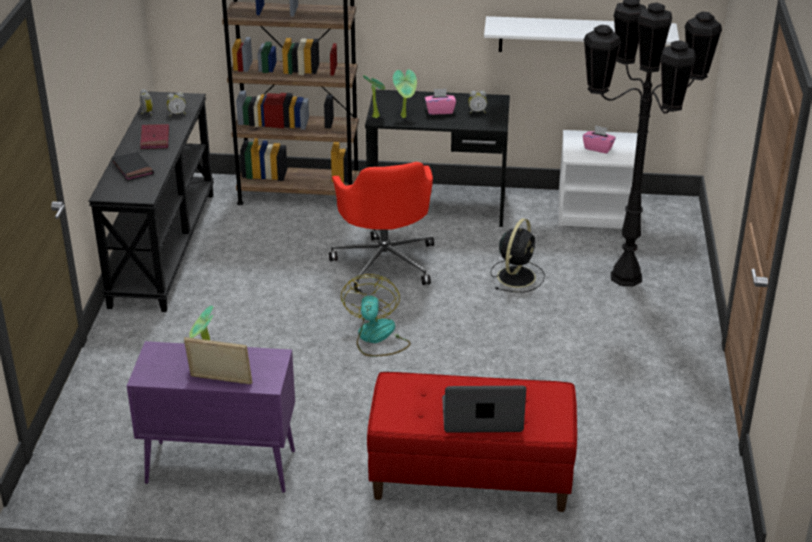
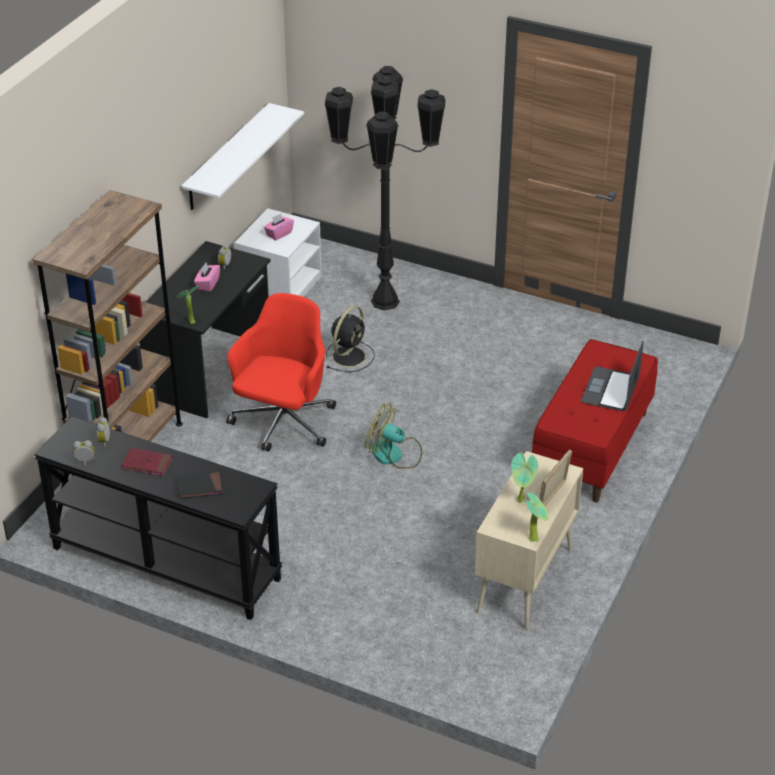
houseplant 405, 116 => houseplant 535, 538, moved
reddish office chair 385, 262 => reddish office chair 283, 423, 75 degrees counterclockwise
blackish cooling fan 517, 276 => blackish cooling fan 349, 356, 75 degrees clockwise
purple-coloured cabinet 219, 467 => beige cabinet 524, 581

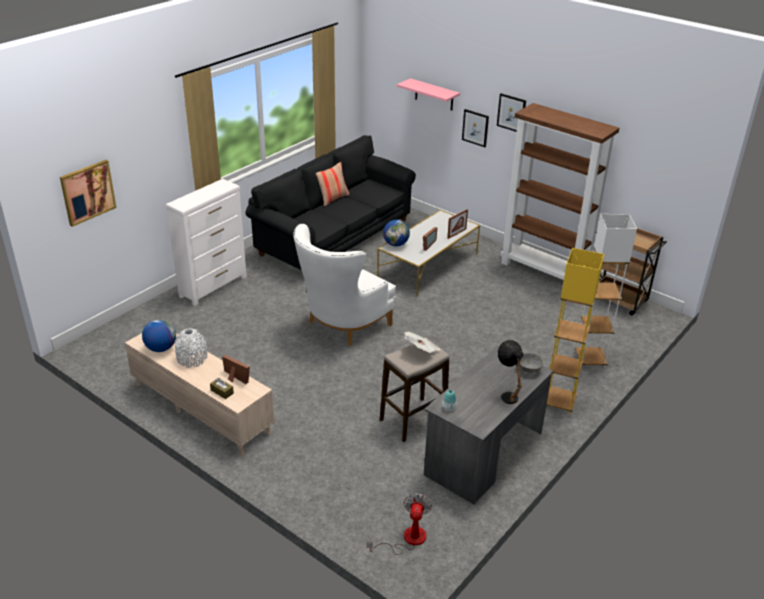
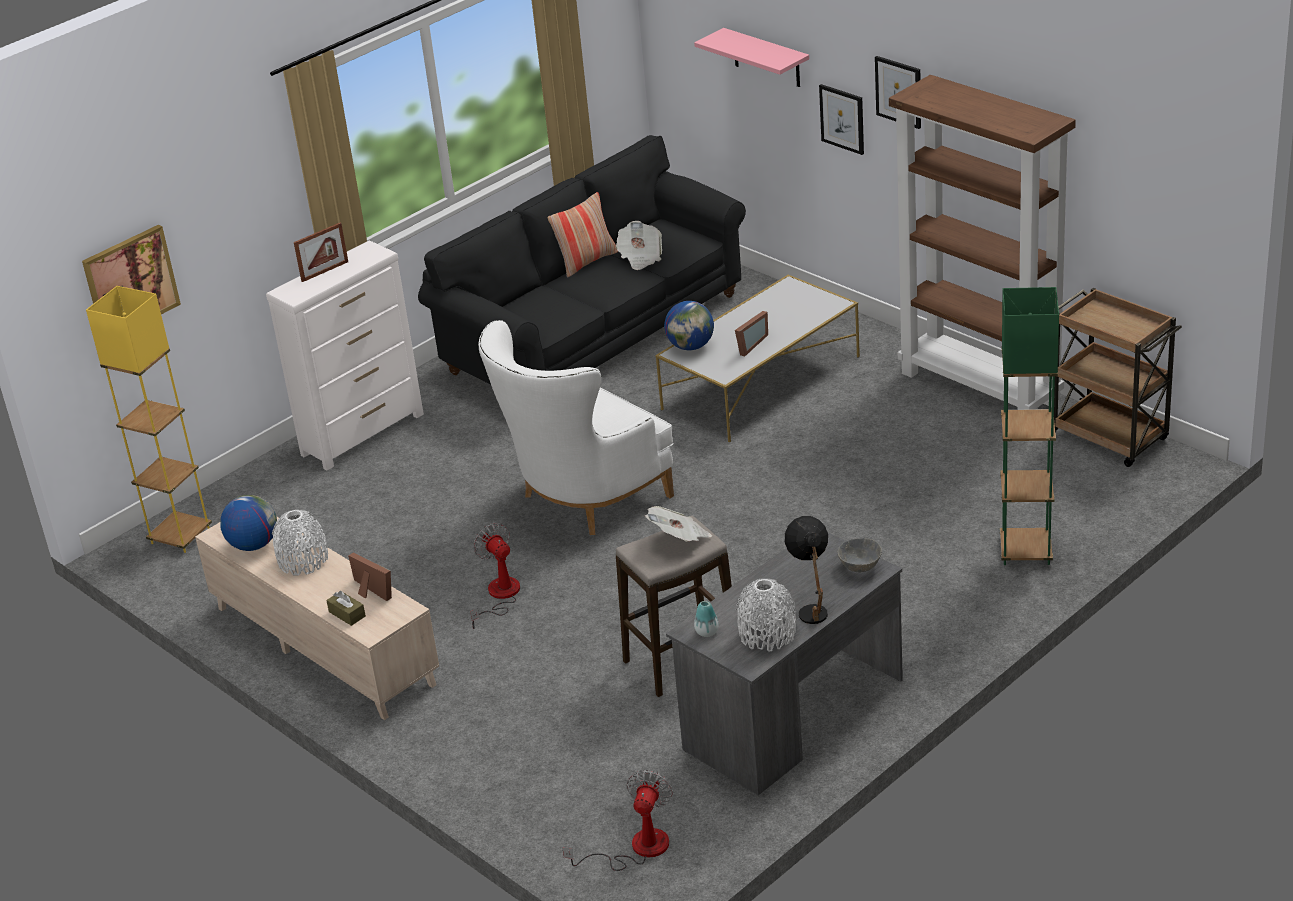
picture frame 456, 233 => picture frame 325, 271, moved
whitish standing lamp 590, 360 => greenish standing lamp 1026, 551
yellow standing lamp 559, 402 => yellow standing lamp 180, 536, moved
nothing => daily paper 640, 257
nothing => cooling fan 499, 596
nothing => whitish decorative vase 767, 634

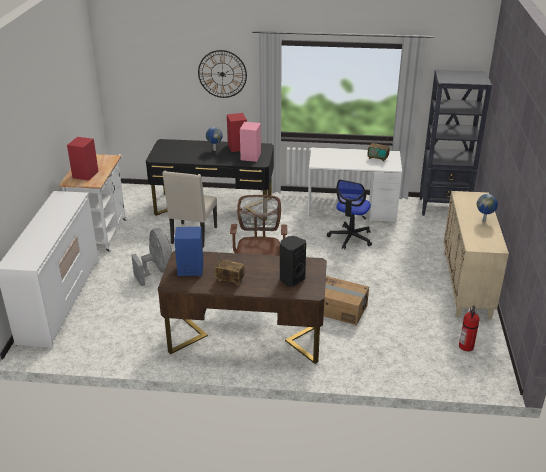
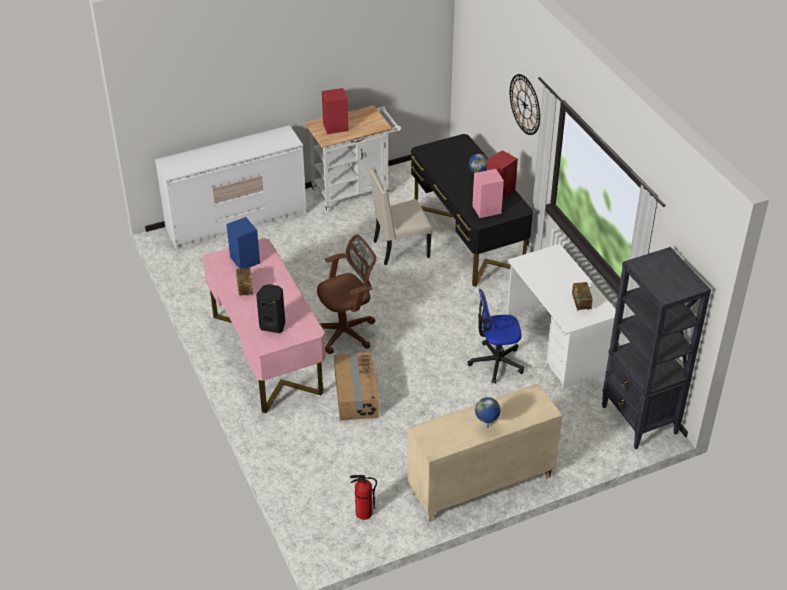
gray cooling fan 157, 271 => nothing
brown desk 246, 338 => pink-coloured desk 267, 353

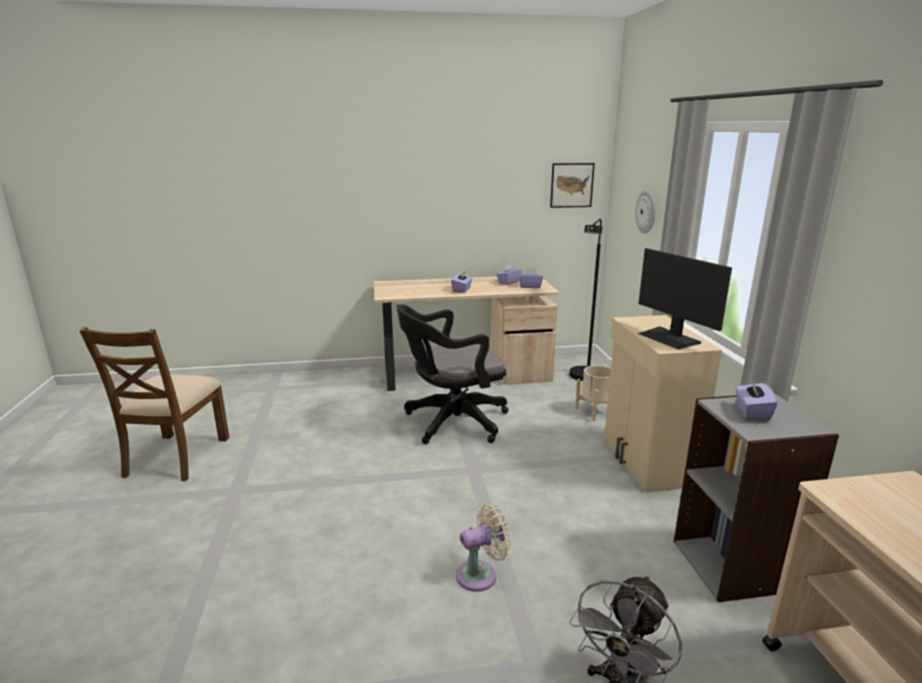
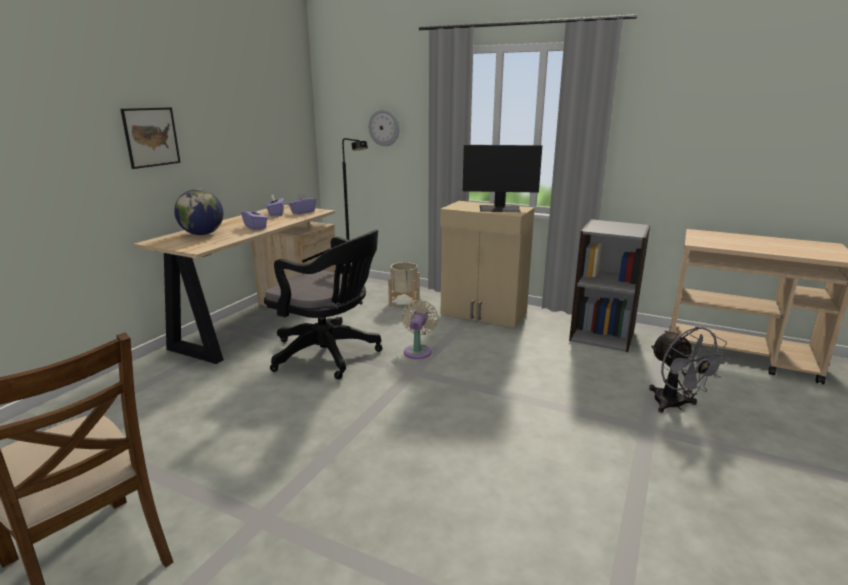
wall picture 571, 185 => wall picture 151, 137, moved
blackish office chair 451, 422 => blackish office chair 329, 355, 75 degrees counterclockwise
purple-coloured box of tissues 751, 412 => nothing
beige cooling fan 480, 574 => beige cooling fan 418, 350, moved
nothing => desk globe 202, 234

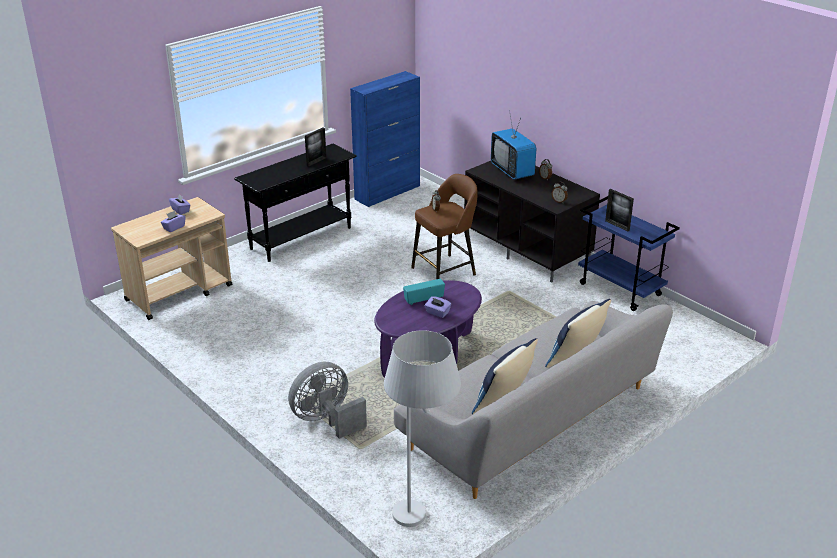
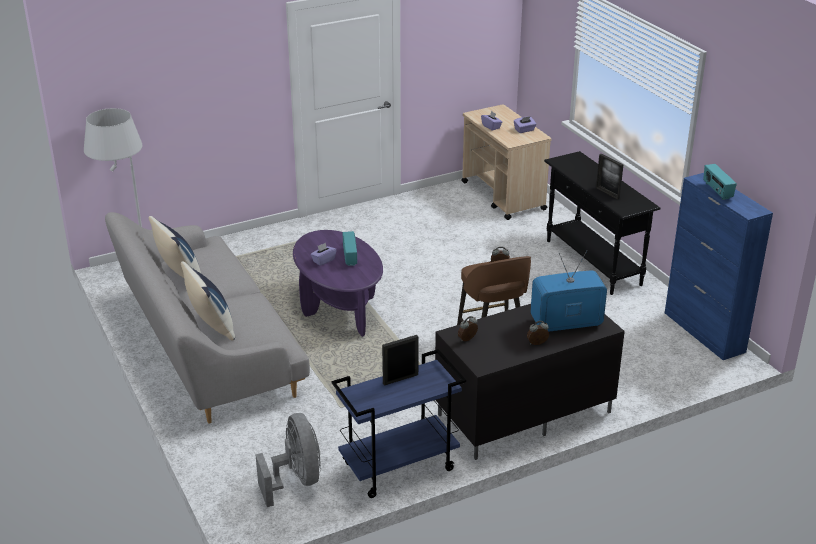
gray cooling fan 326, 420 => gray cooling fan 296, 480, moved
nothing => radio receiver 717, 191

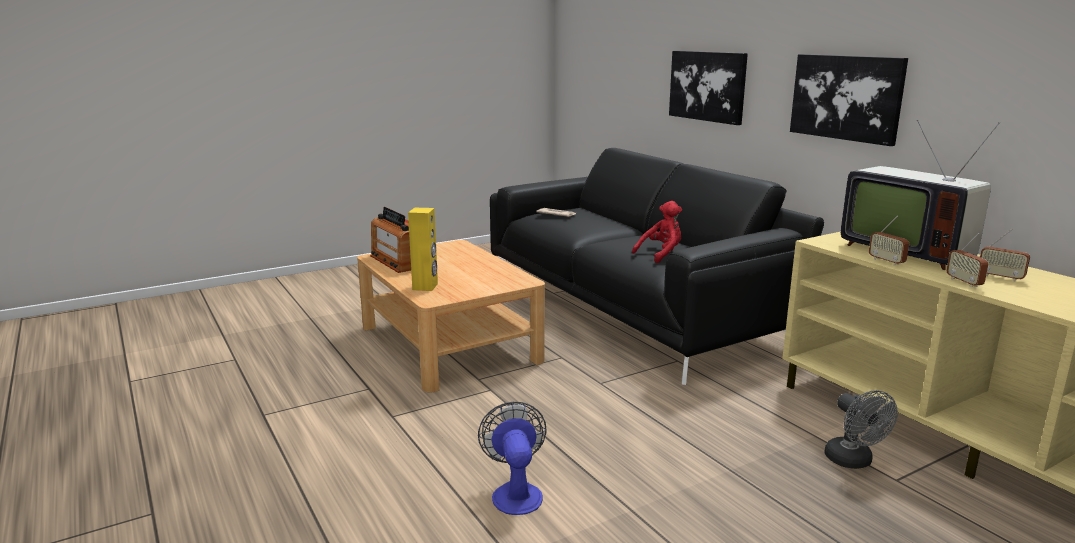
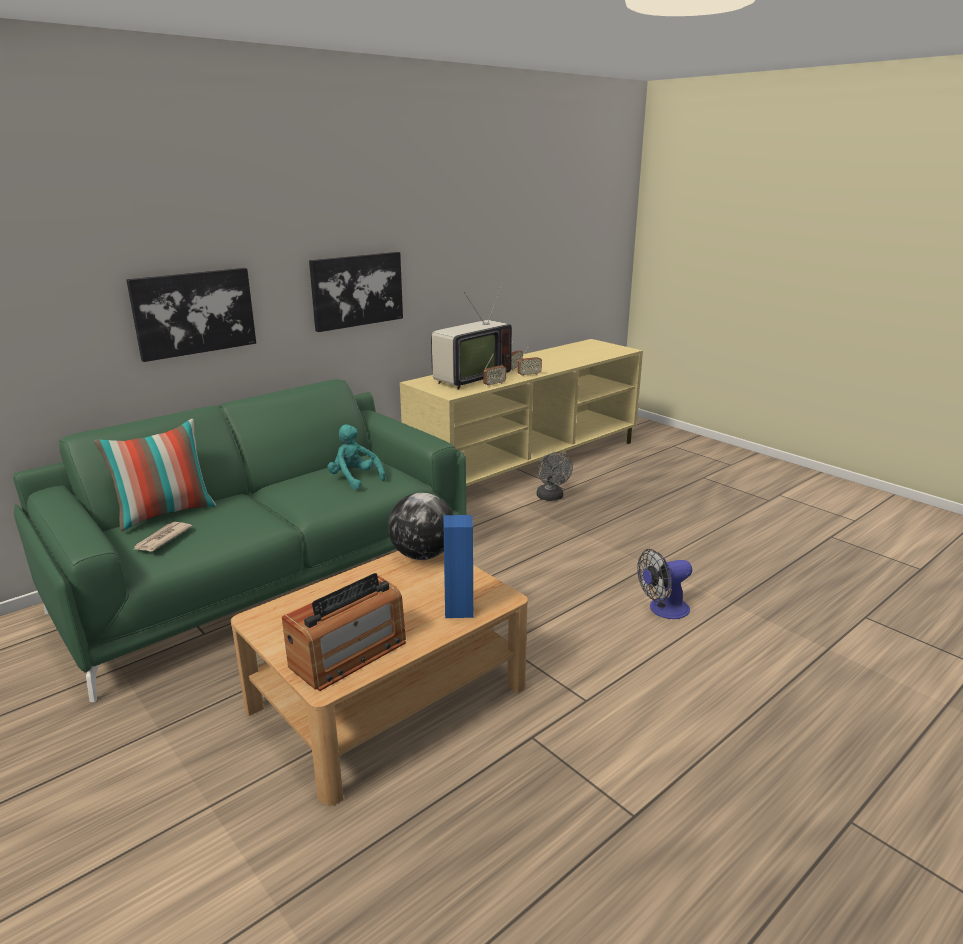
blackish couch 632, 306 => greenish couch 268, 575
reddish soft toy 661, 254 => turquoise soft toy 354, 479
yellow speaker 425, 287 => blue-coloured speaker 459, 610
gray cooling fan 853, 462 => gray cooling fan 551, 497, 105 degrees clockwise
nothing => throw pillow 165, 513
nothing => desk globe 422, 555

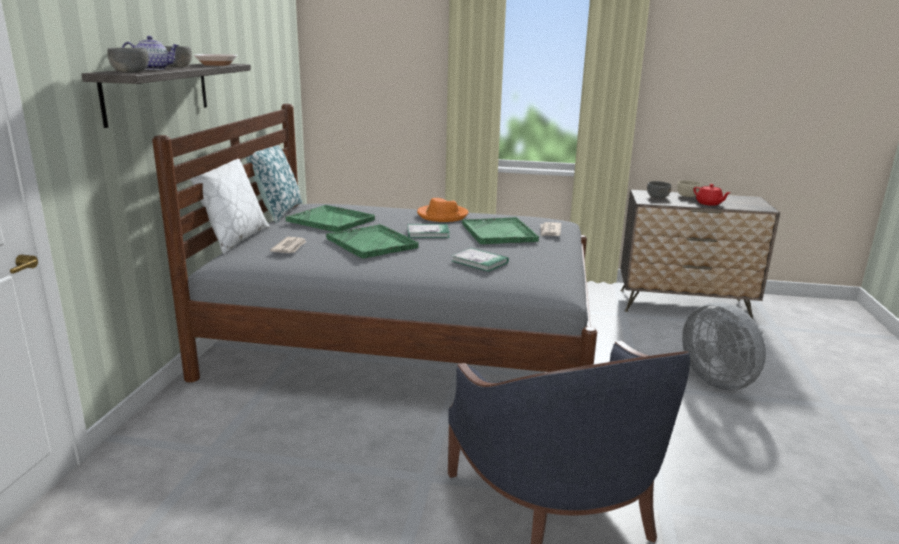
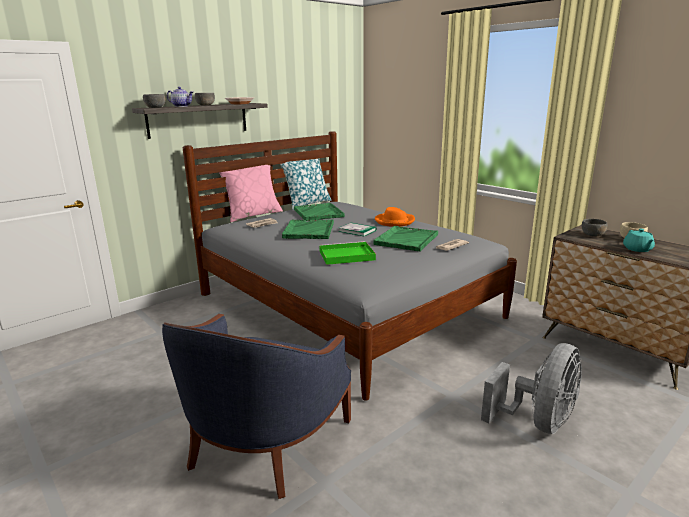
whitish throw pillow 234, 239 => pink-coloured throw pillow 253, 215
reddish tea pot 709, 203 => turquoise tea pot 637, 249
volume 479, 262 => greenish serving tray 345, 255
gray cooling fan 719, 381 => gray cooling fan 538, 422, 150 degrees counterclockwise

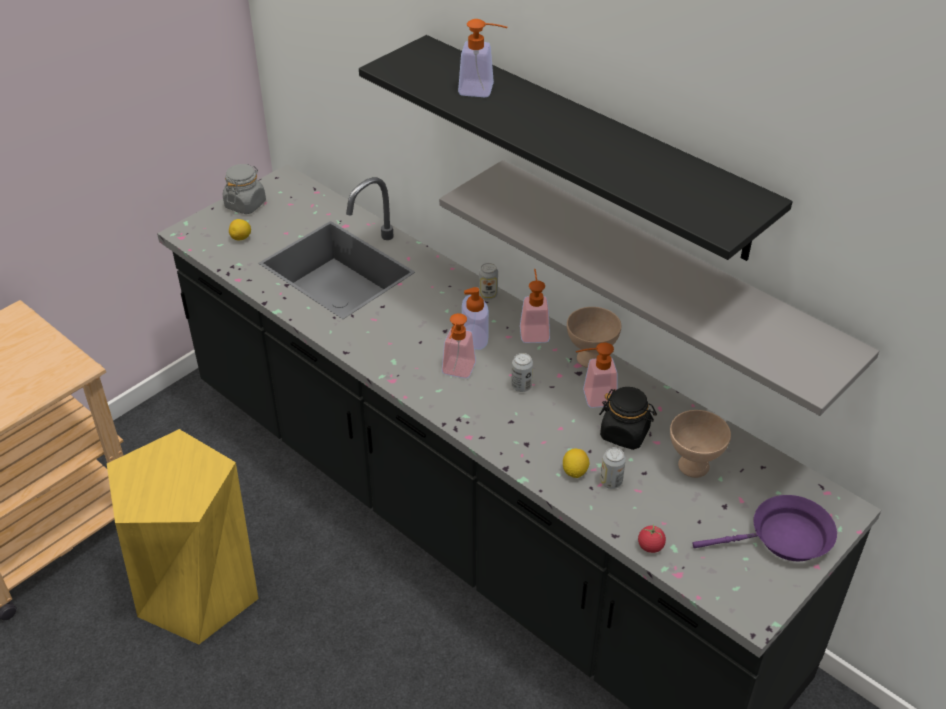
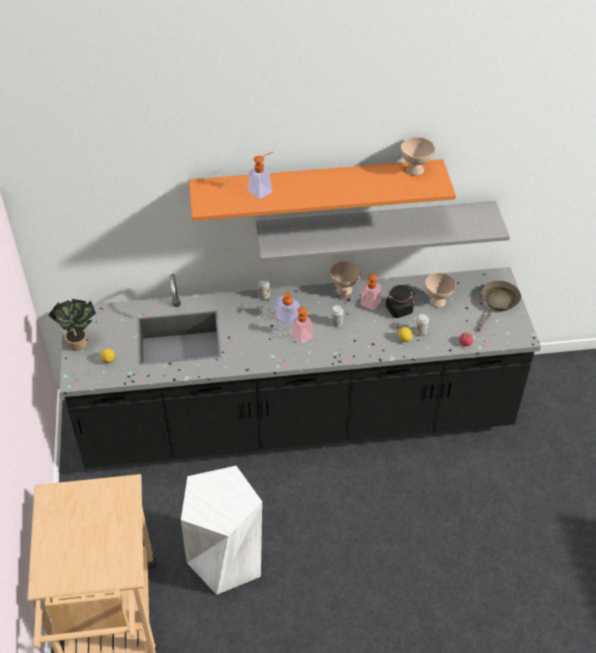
blackish shelf 588, 145 => orange shelf 317, 187
gray jar 245, 204 => houseplant 80, 342
liquid soap bottle 534, 330 => nothing
yellow stool seat 198, 591 => whitish stool seat 226, 558
purple-coloured skillet 783, 538 => brown skillet 498, 303
nothing => beige bowl 414, 171

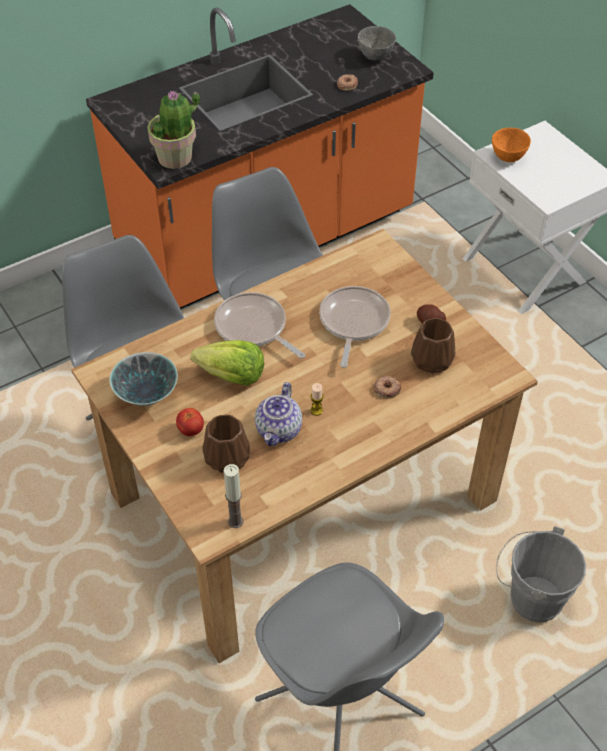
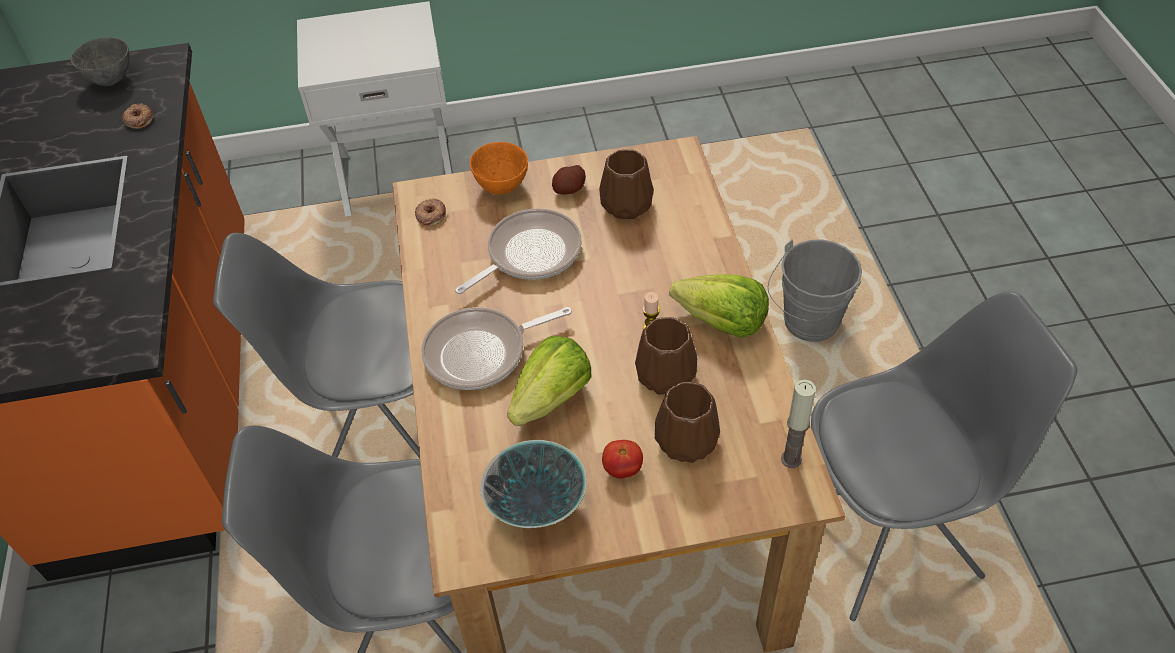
houseplant 175, 157 => nothing
orange bowl 508, 158 => orange bowl 502, 186, moved
skillet 353, 322 => skillet 529, 254, 105 degrees clockwise
doughnut 386, 389 => doughnut 430, 215, moved
tea pot 279, 430 => brown decorative vase 665, 374
nothing => head of lettuce 721, 323

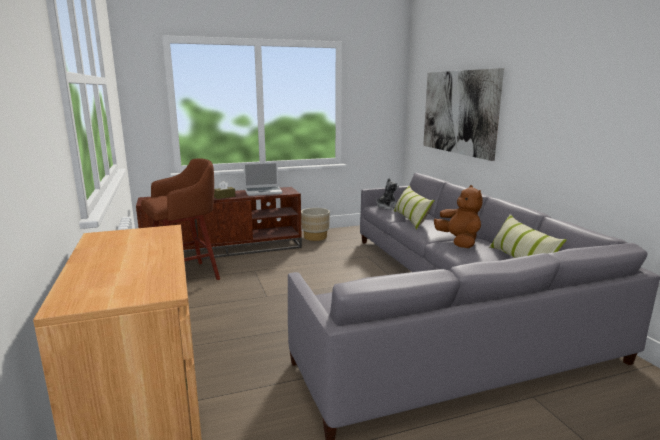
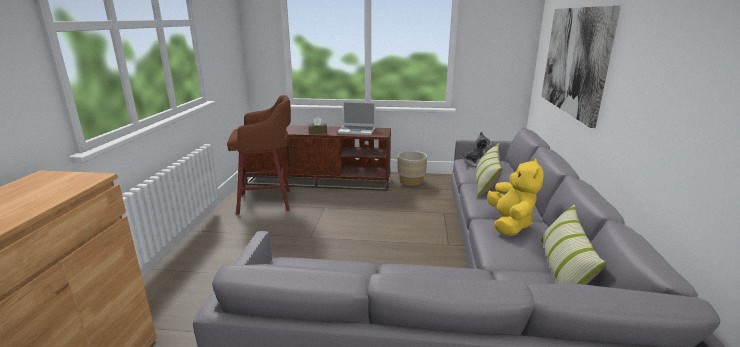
brown soft toy 459, 242 => yellow soft toy 510, 224

